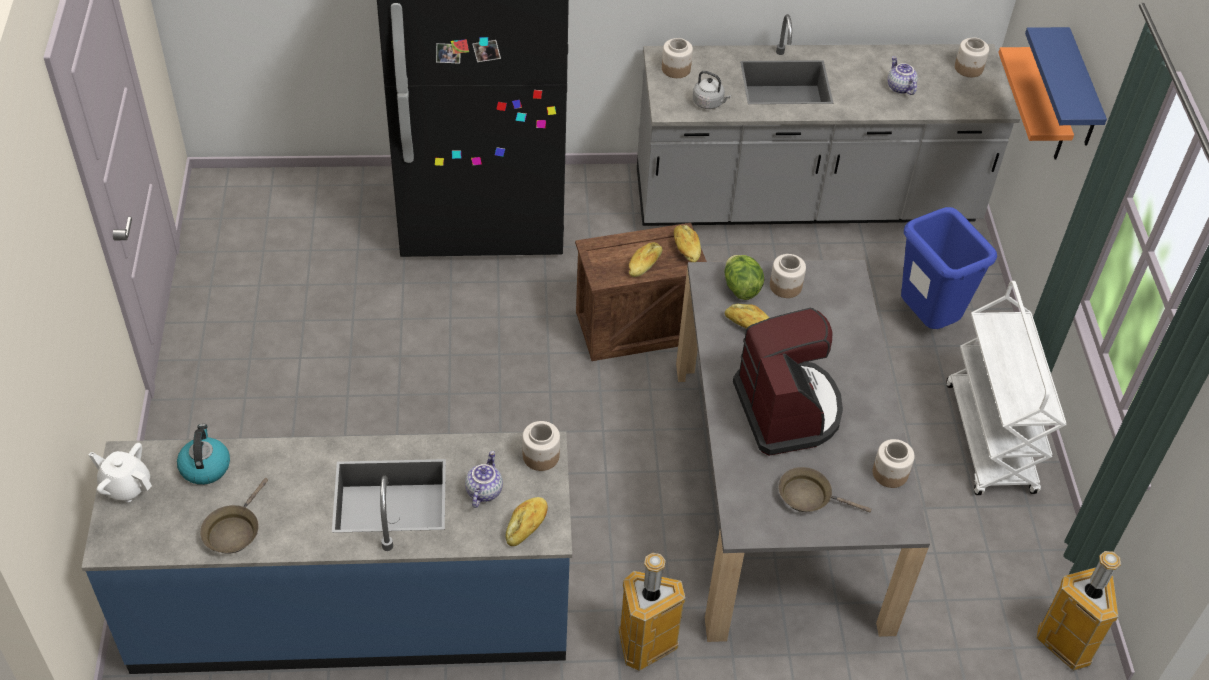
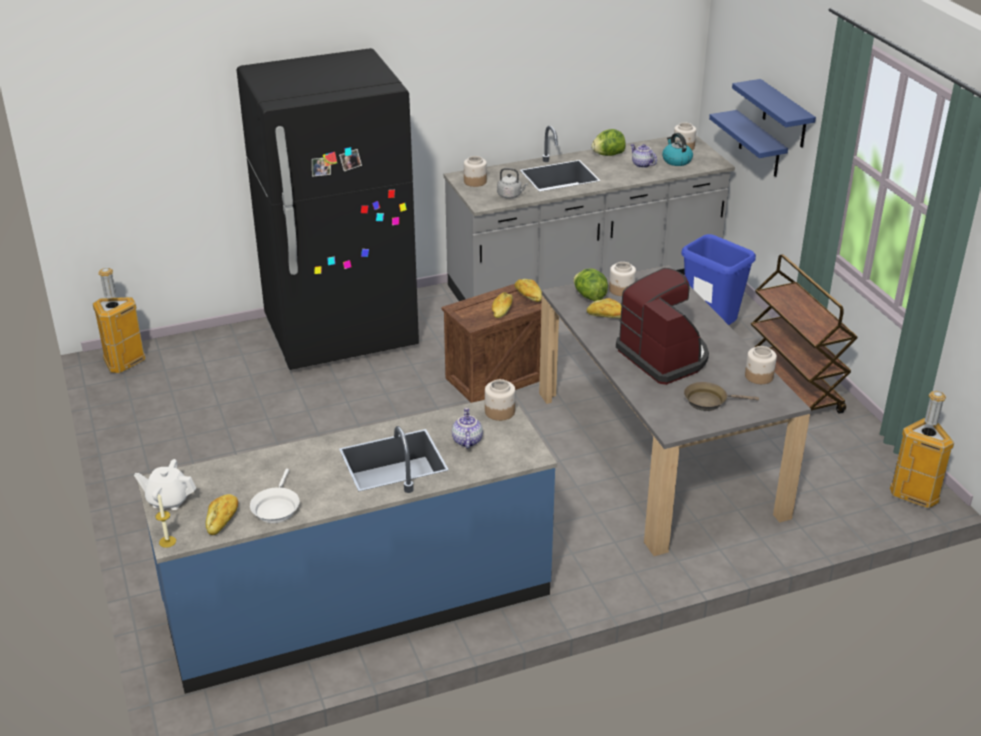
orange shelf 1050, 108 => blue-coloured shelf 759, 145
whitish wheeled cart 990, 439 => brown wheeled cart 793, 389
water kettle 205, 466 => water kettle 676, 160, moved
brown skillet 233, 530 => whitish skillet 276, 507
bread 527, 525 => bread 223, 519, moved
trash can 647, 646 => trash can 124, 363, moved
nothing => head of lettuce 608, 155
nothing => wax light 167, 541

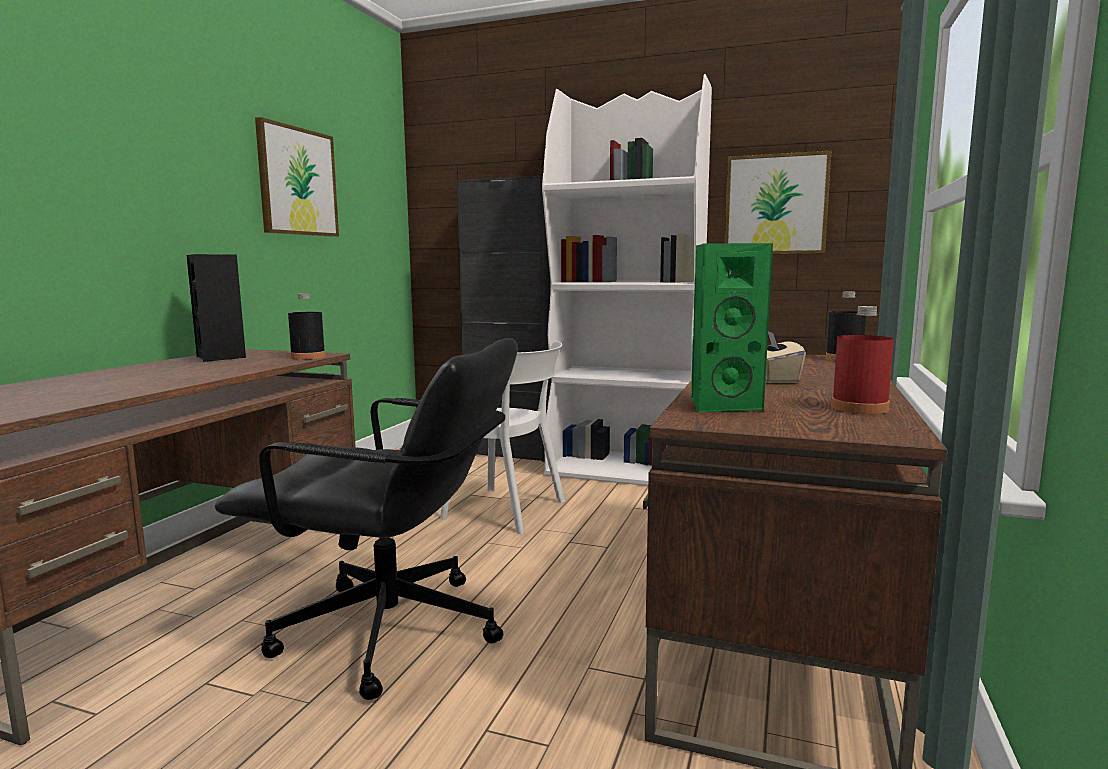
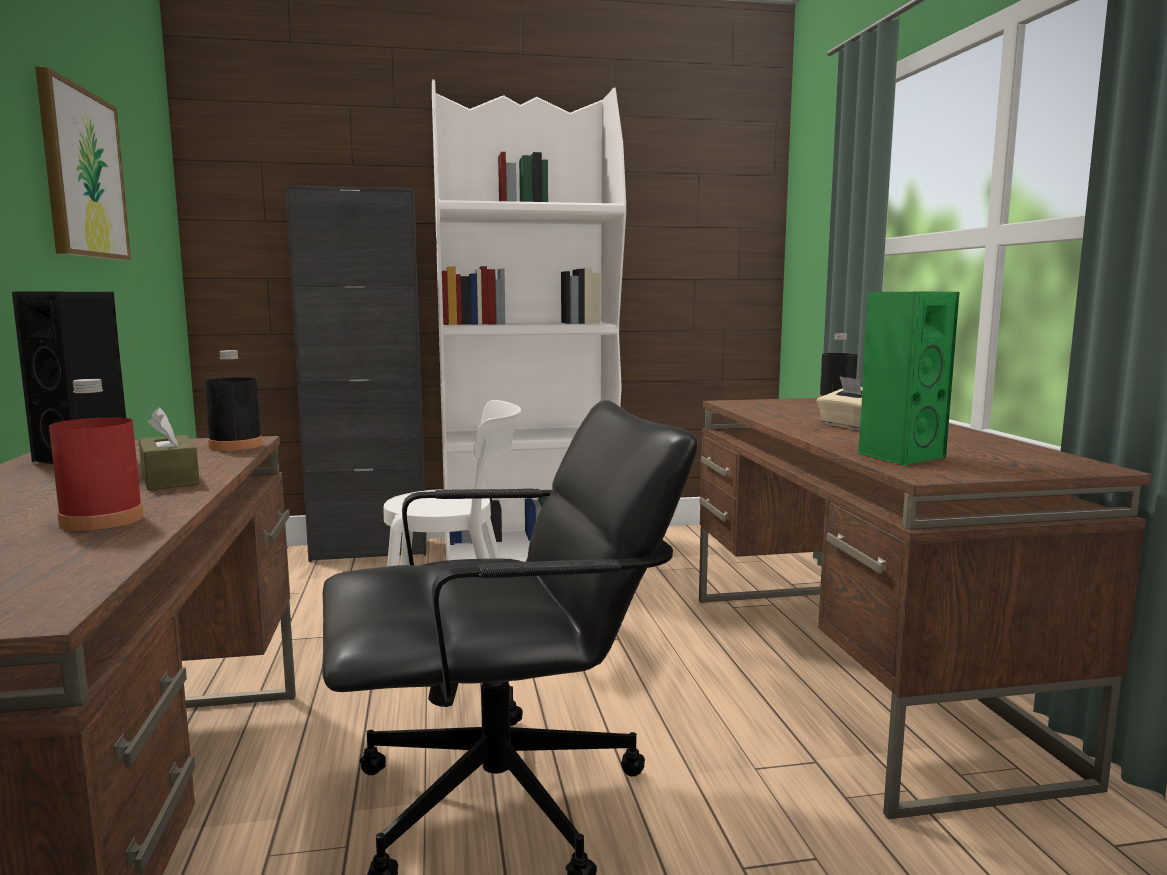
wall picture 776, 204 => nothing
reddish drink bottle 859, 408 => reddish drink bottle 102, 520, moved
nothing => brown box of tissues 169, 479

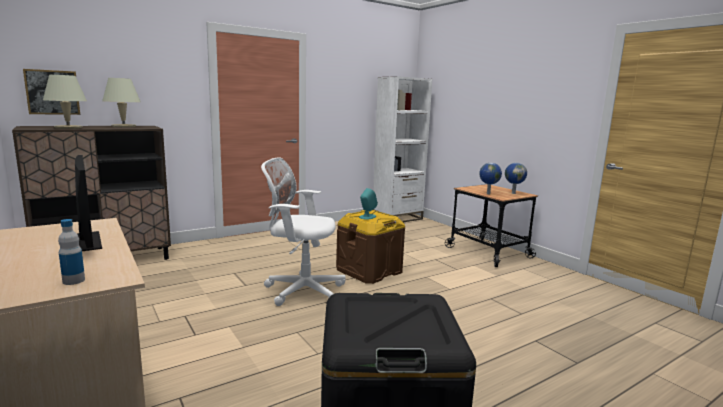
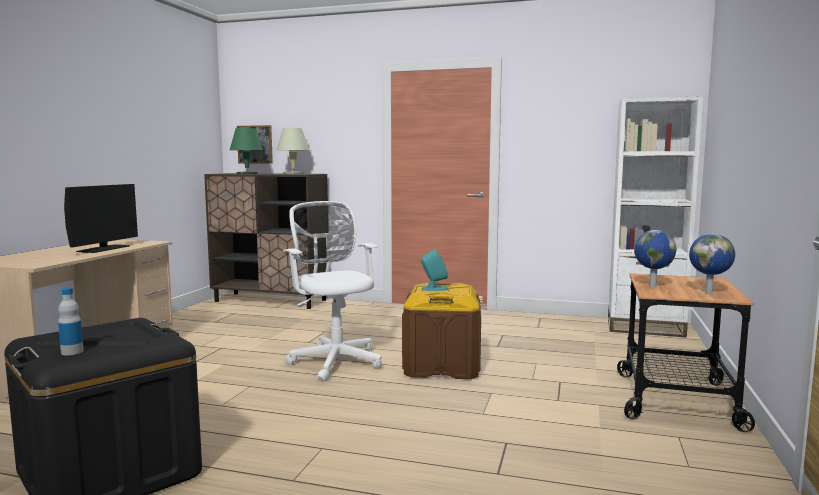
beige tabletop lamp 68, 127 => greenish tabletop lamp 247, 173
drink bottle 73, 281 => drink bottle 72, 352, moved

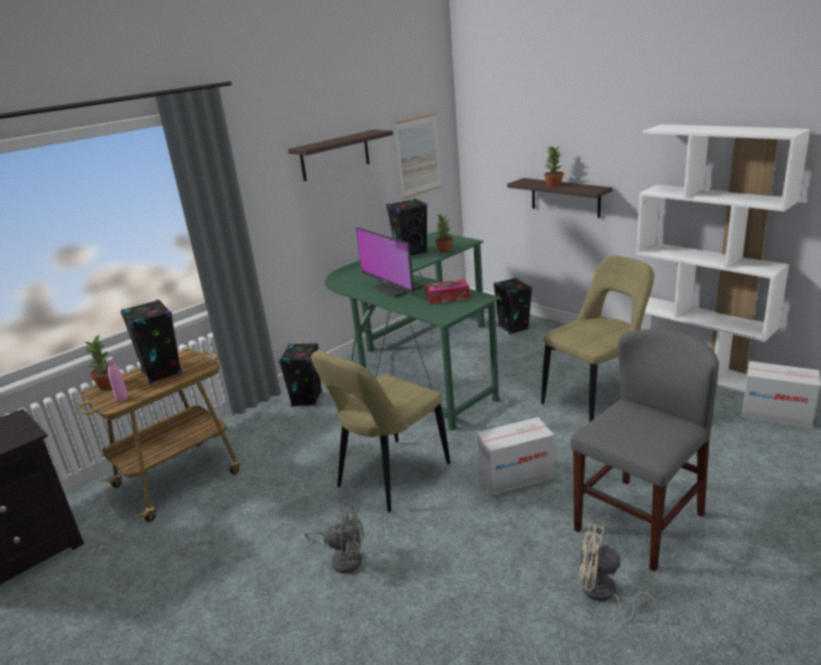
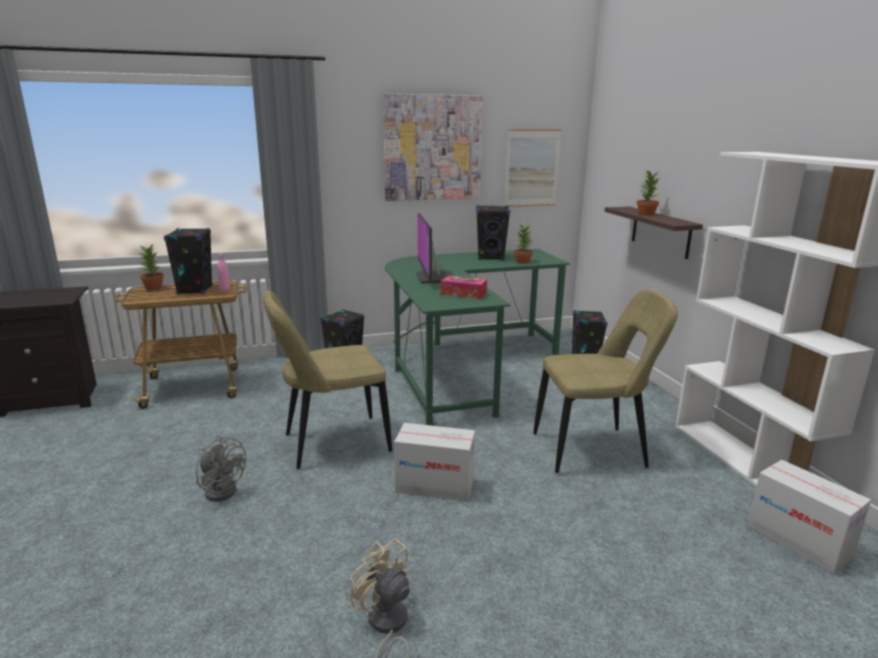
shelf 335, 155 => wall picture 432, 148
gray plain chair 638, 522 => nothing
pink-coloured drink bottle 122, 398 => pink-coloured drink bottle 225, 290, moved

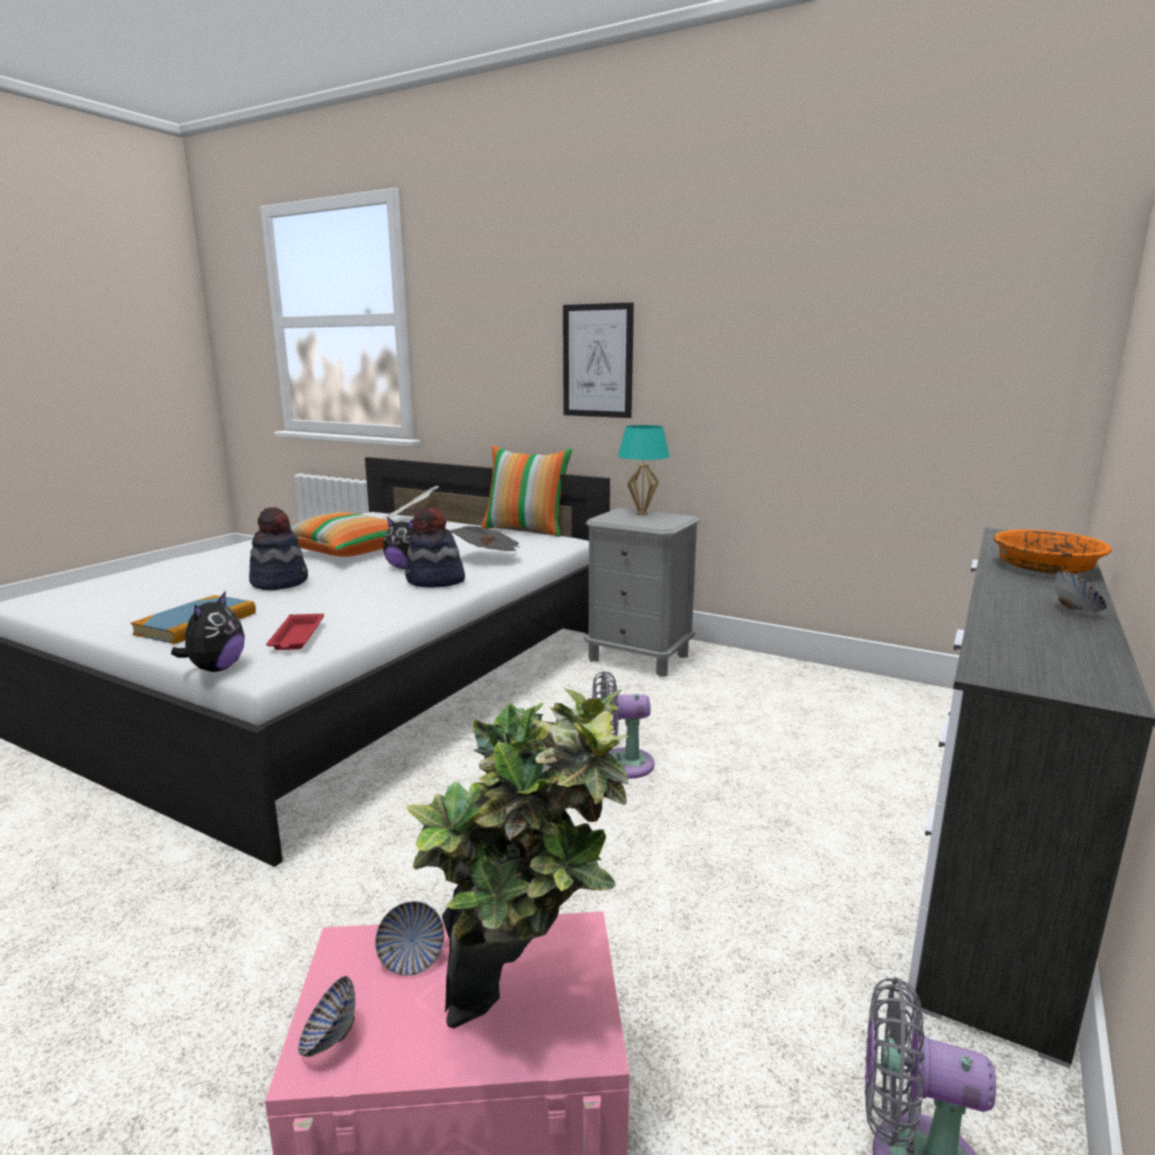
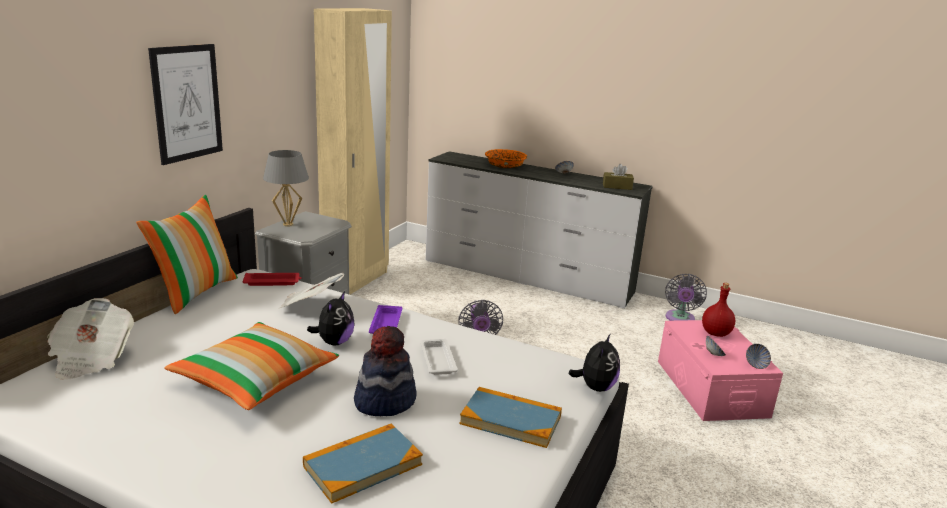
turquoise tabletop lamp 642, 513 => gray tabletop lamp 288, 224
clothing hat 435, 581 => purple-coloured serving tray 385, 325
soft toy 216, 669 => soft toy 595, 387, 105 degrees clockwise
reddish serving tray 297, 637 => reddish serving tray 273, 282, moved
houseplant 527, 1004 => reddish drink bottle 716, 333
nothing => beige wardrobe 356, 281
nothing => brown box of tissues 617, 186
nothing => whitish serving tray 437, 360
nothing => volume 363, 465

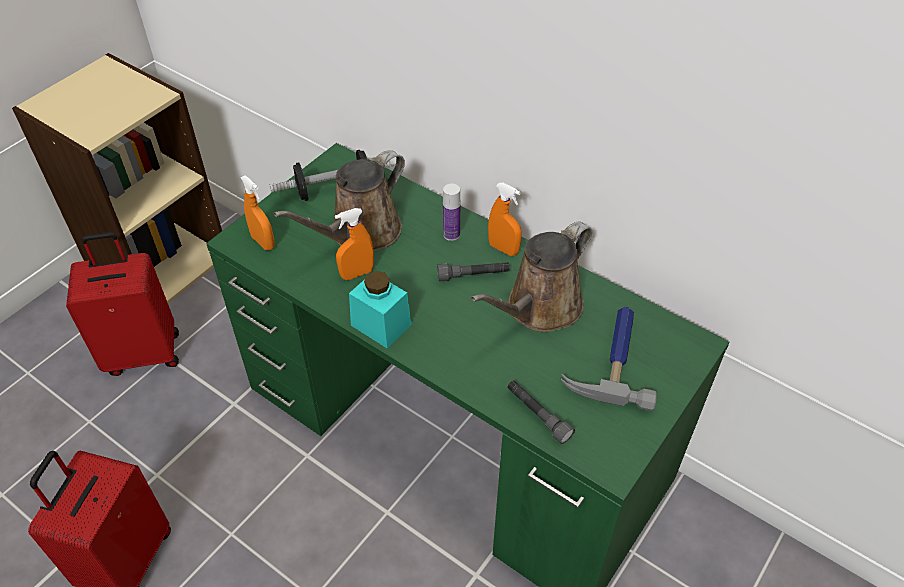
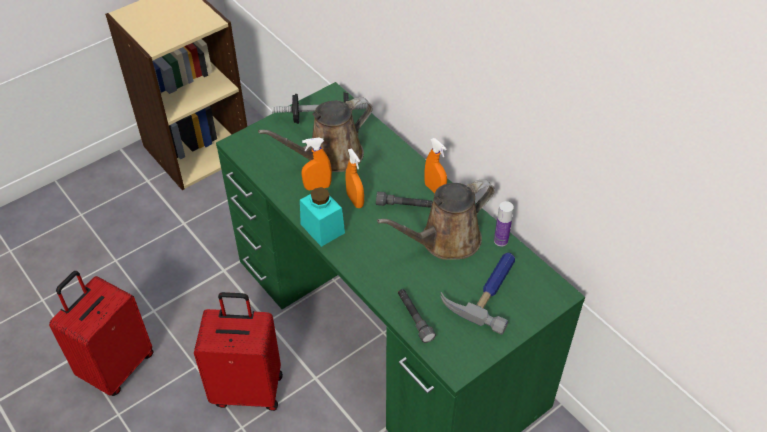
orange spray bottle 263, 242 => orange spray bottle 355, 200, moved
drink bottle 451, 234 => drink bottle 501, 240, moved
reddish suitcase 143, 352 => reddish suitcase 248, 389, moved

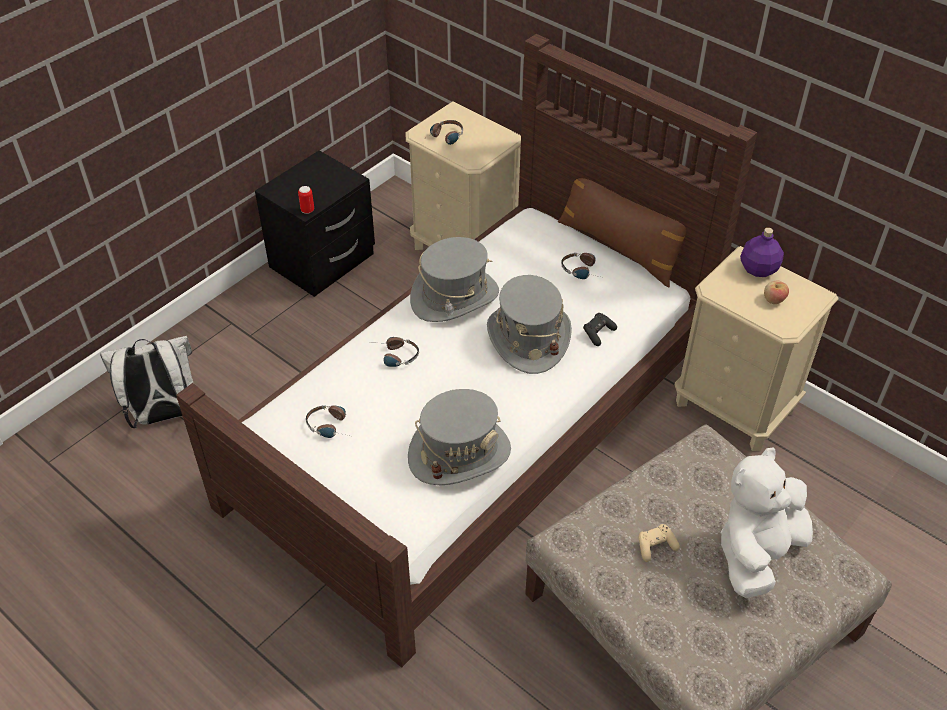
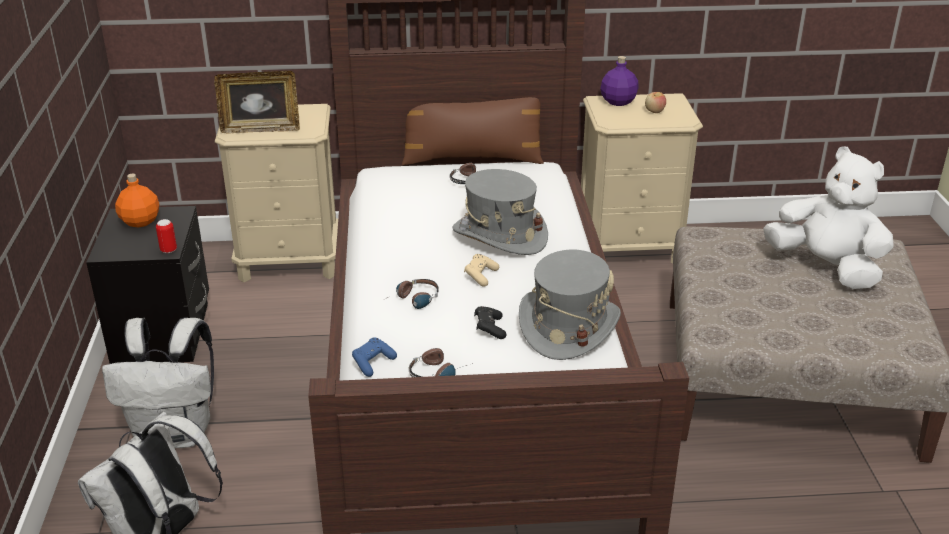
pair of headphones 444, 138 => picture frame 260, 129
gray clothing hat 454, 297 => nothing
blackish game controller 598, 333 => blackish game controller 489, 329, moved
whitish soft toy 756, 553 => whitish soft toy 826, 268, 135 degrees clockwise
beige game controller 655, 546 => beige game controller 480, 276, moved
nothing => orange drink bottle 140, 221
nothing => whitish backpack 176, 433
nothing => blue-coloured game controller 373, 363

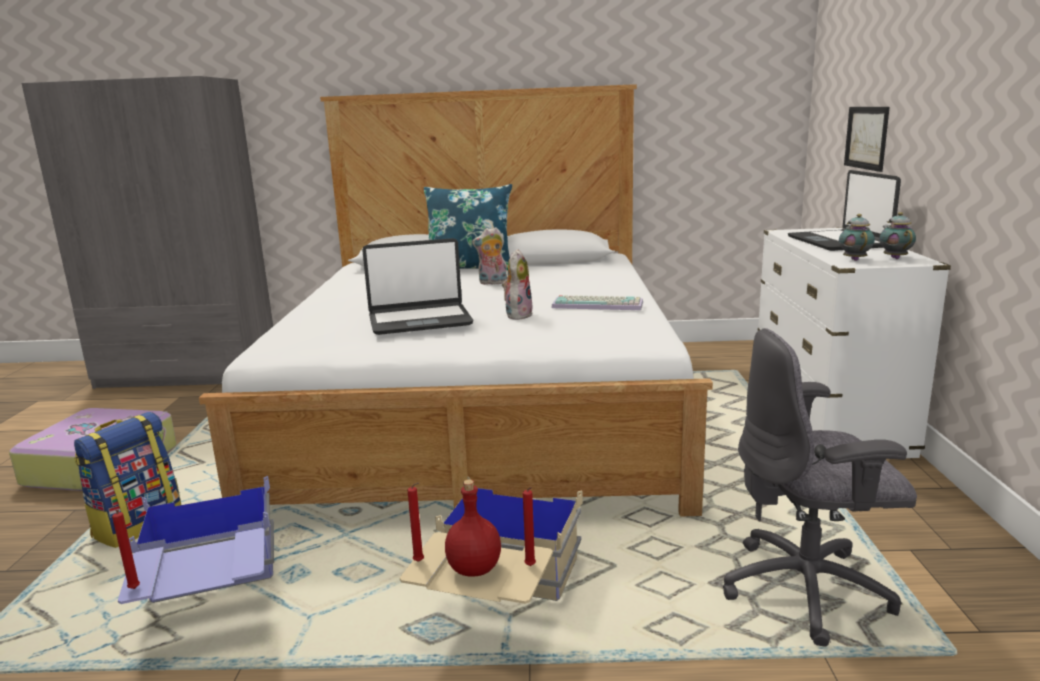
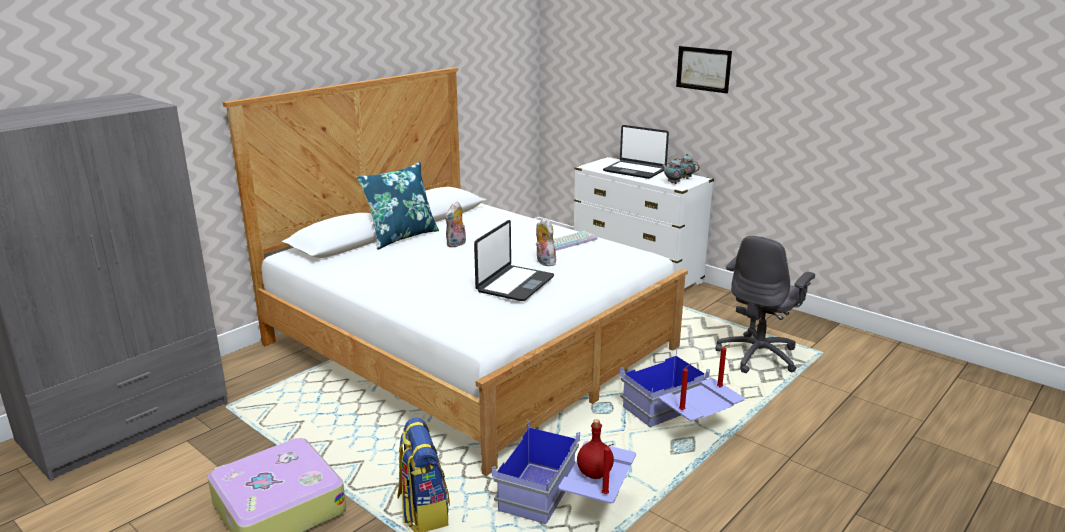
wall picture 866, 137 => wall picture 703, 69, moved
beige storage container 499, 599 => blue-coloured storage container 678, 421
reddish drink bottle 473, 568 => reddish drink bottle 594, 473, moved

